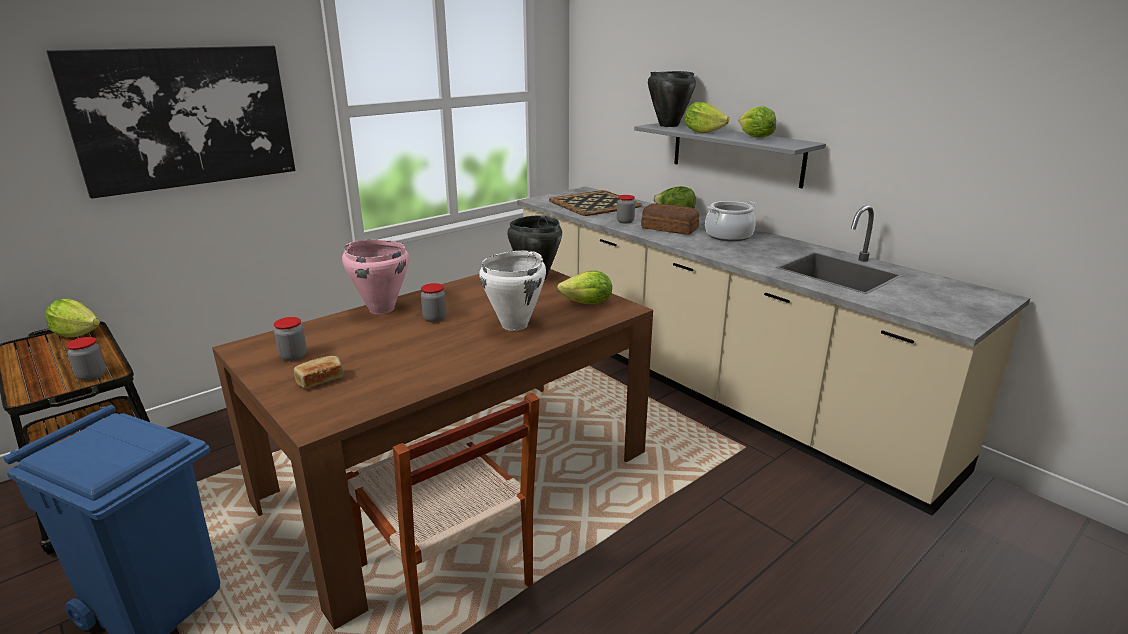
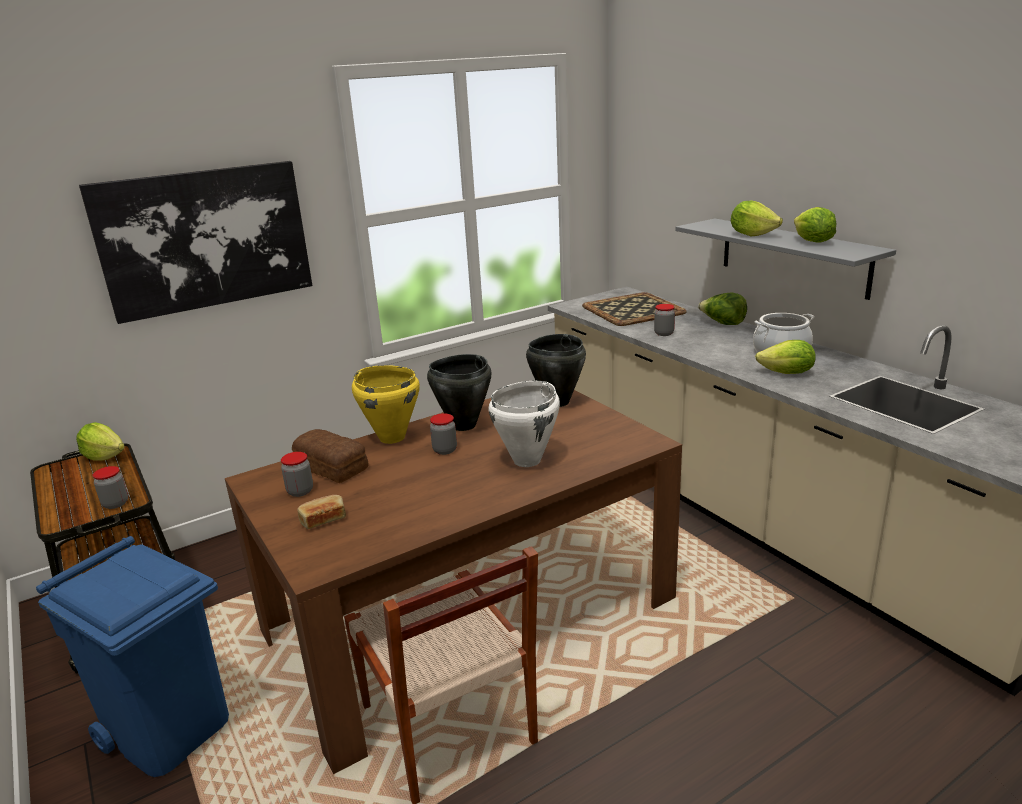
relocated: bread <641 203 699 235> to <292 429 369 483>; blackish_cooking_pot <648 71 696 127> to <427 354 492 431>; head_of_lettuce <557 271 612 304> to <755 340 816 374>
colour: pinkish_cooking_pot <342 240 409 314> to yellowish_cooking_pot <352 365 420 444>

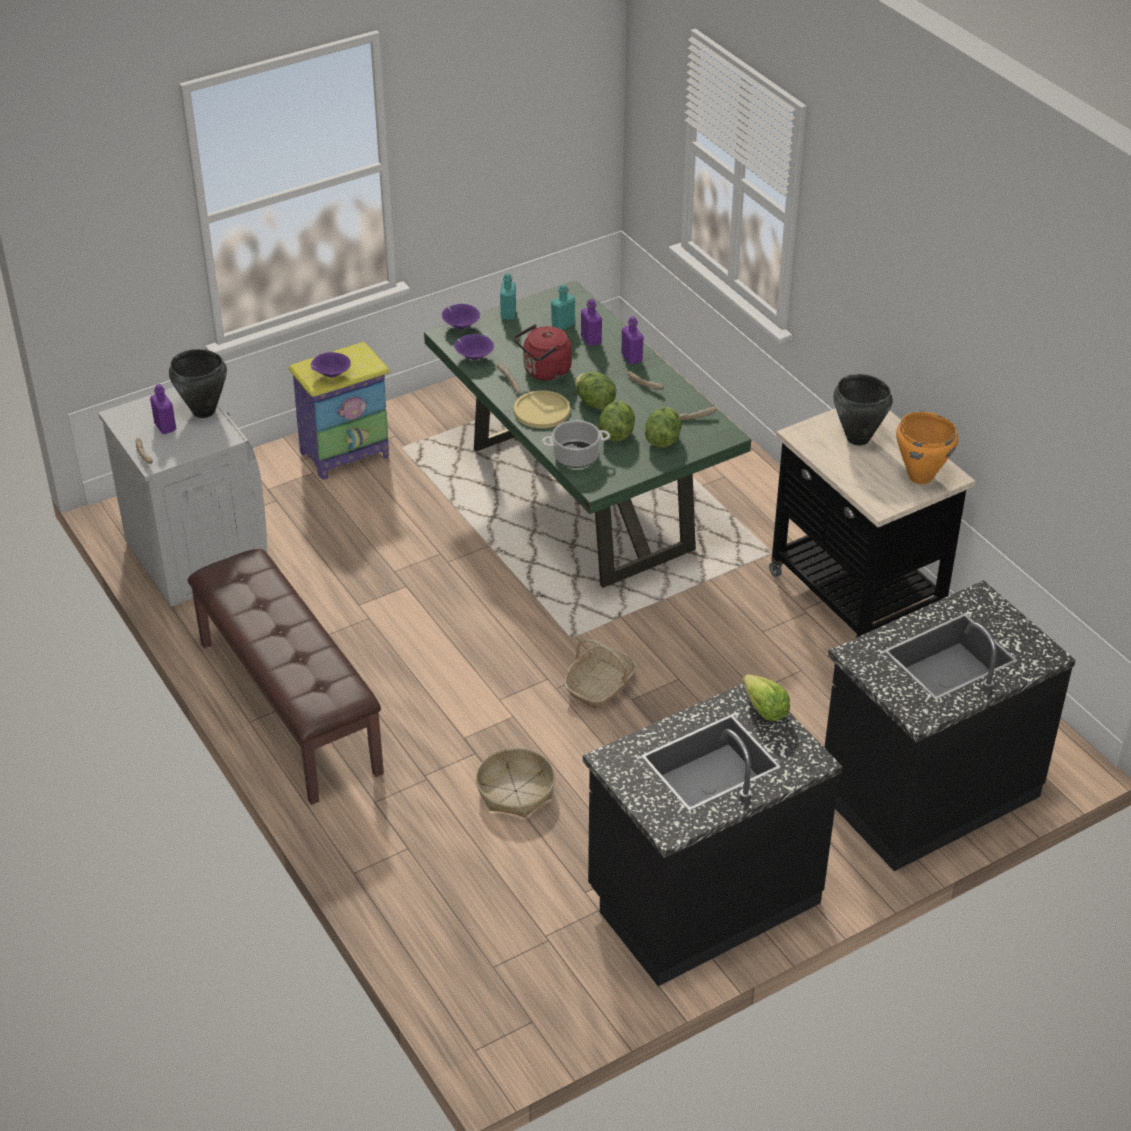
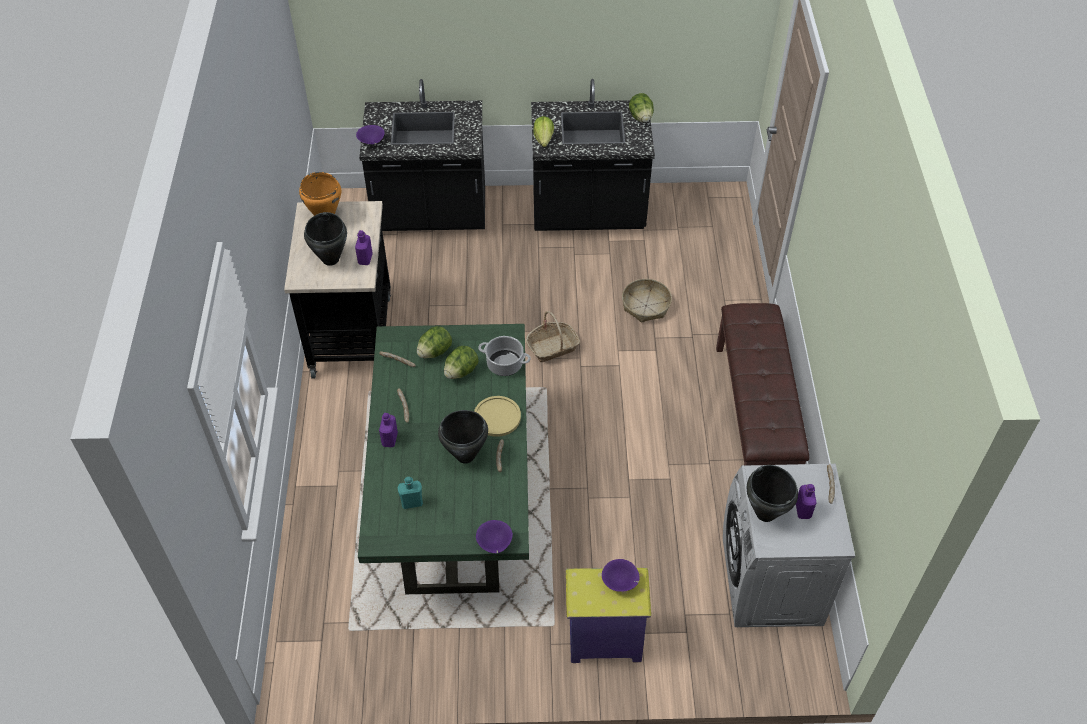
missing: turquoise_drink_bottle <500 273 516 320>
relocated: purplish_drink_bottle <581 299 602 346> to <355 230 373 265>; purplish_bowl <454 334 494 360> to <356 125 385 144>; head_of_lettuce <575 371 616 410> to <629 93 654 123>
exchanged: red_tea_kettle <514 324 572 381> to blackish_cooking_pot <438 410 488 464>

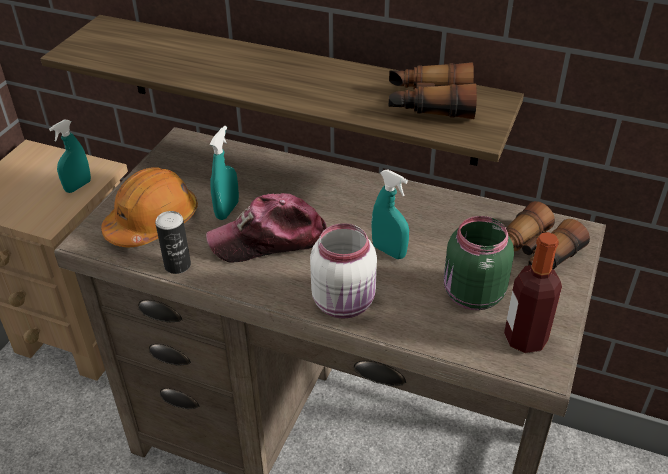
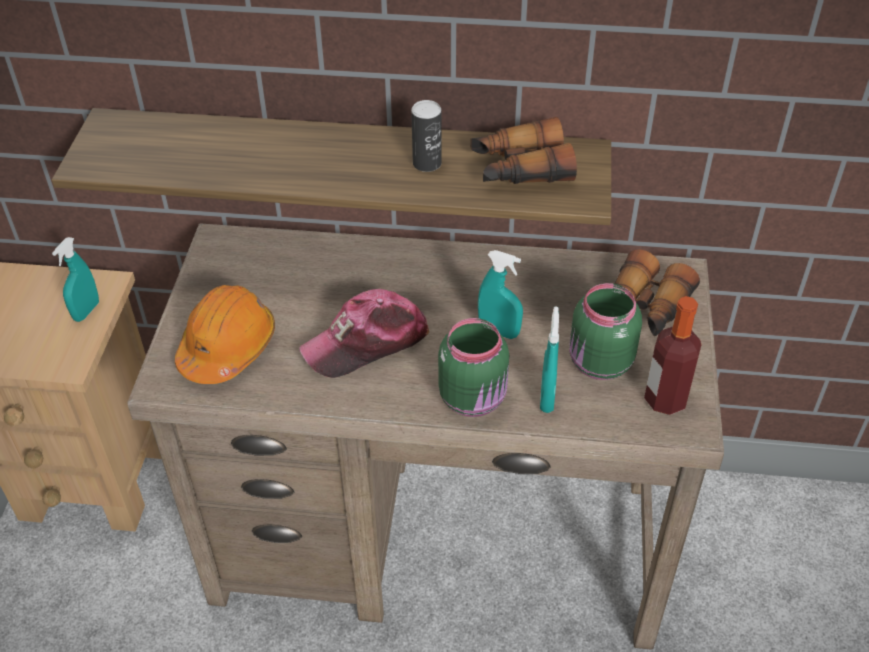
relocated: can <155 211 191 274> to <411 100 442 172>; turquoise_sprayer <210 126 239 220> to <540 307 559 413>
colour: whitish_storage_jar <310 223 377 319> to green-coloured_storage_jar <438 318 509 417>

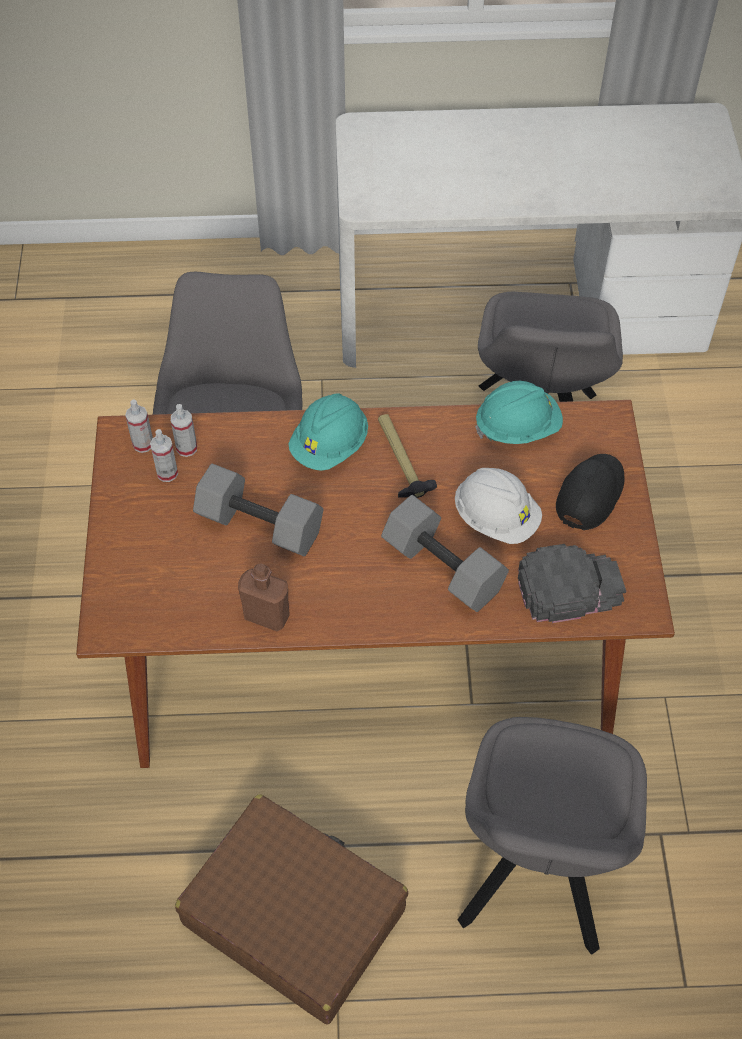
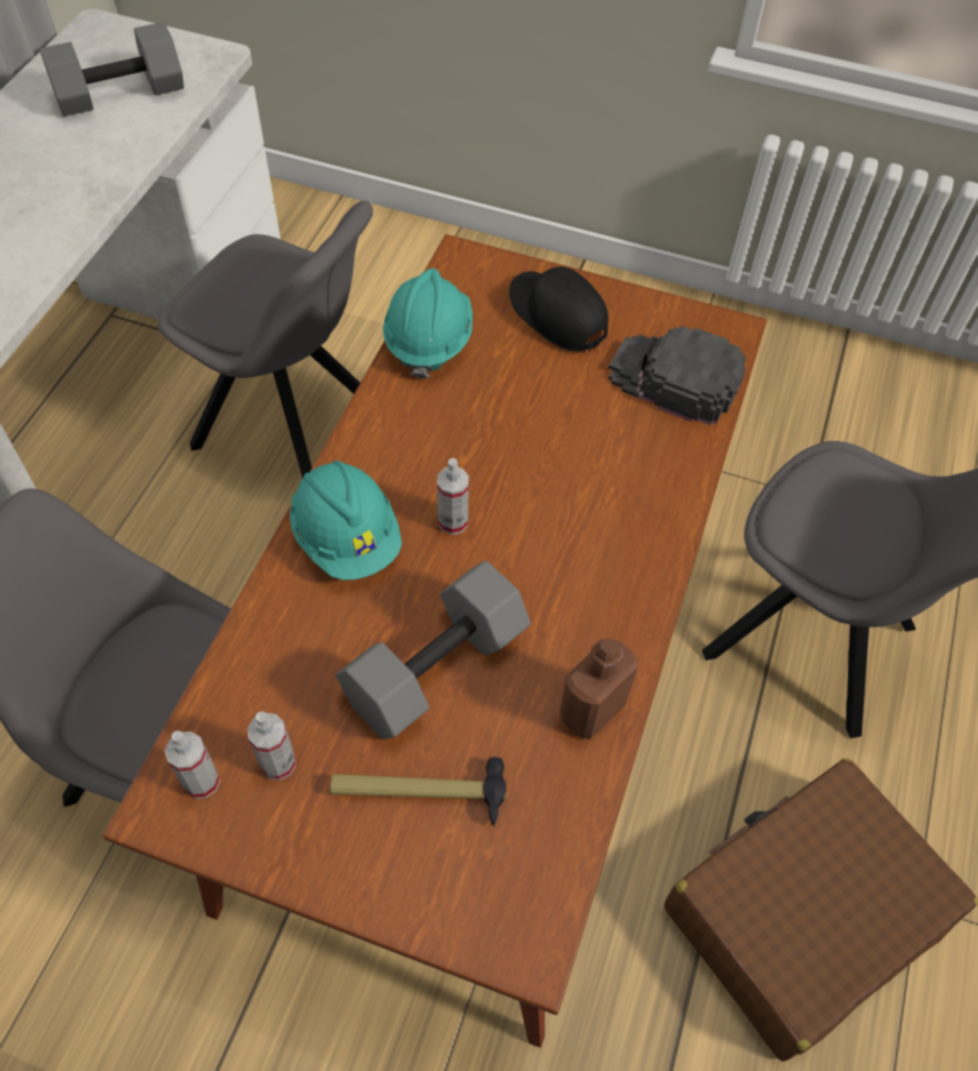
missing: whitish_work_helmet <455 468 542 544>
relocated: greyish_hand_weight <381 495 509 612> to <39 22 184 117>; tool_hammer <378 414 437 498> to <330 757 506 826>; sprayer <171 404 197 457> to <437 458 469 535>
spun: blackish_baseball_cap <518 544 626 623> = <608 326 746 425> 75 degrees counterclockwise

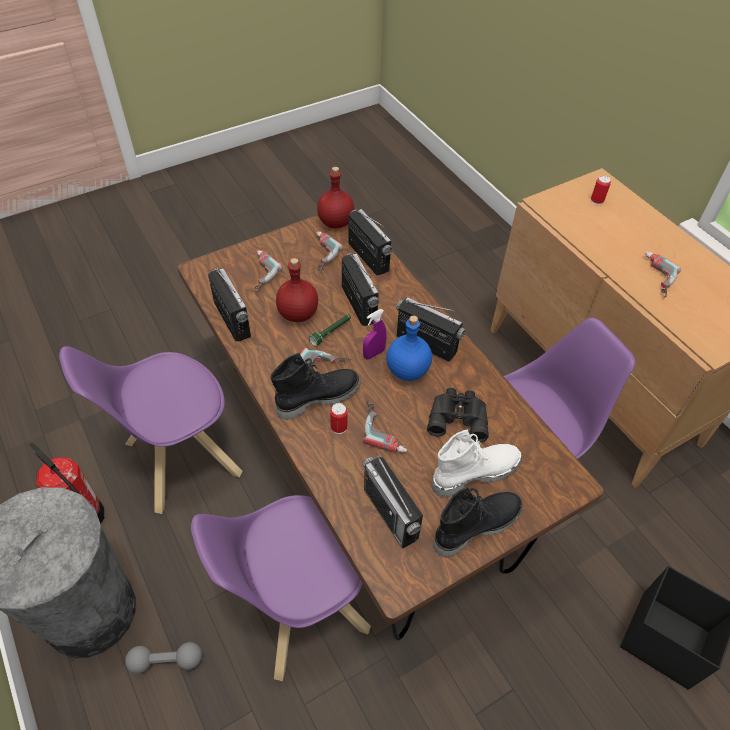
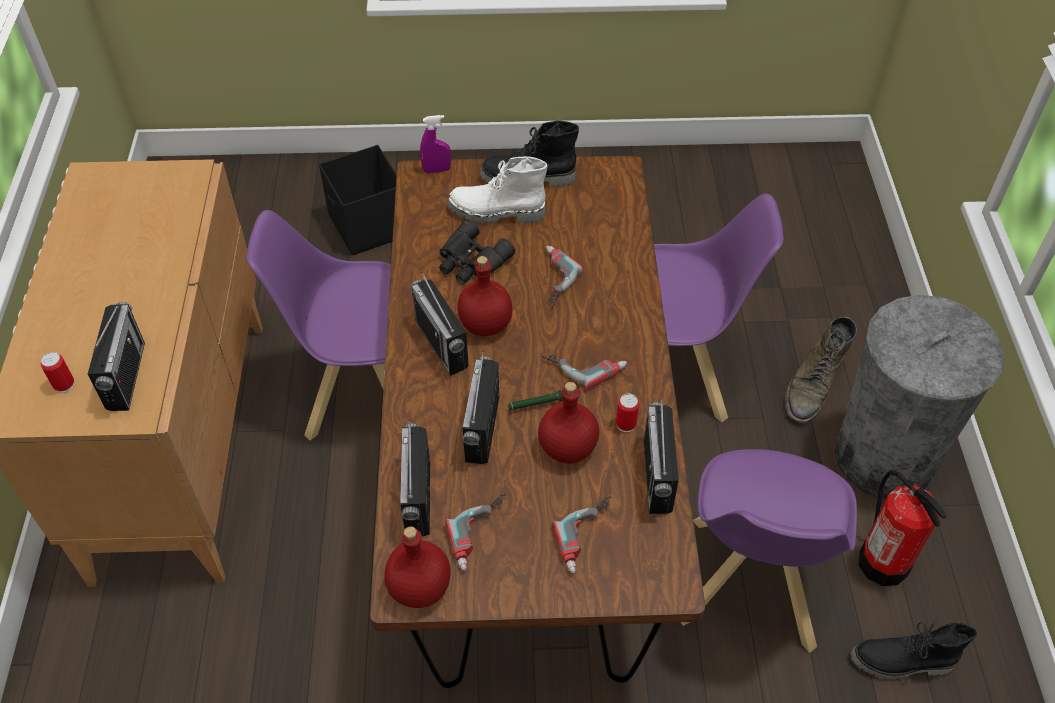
missing: drill <645 252 681 298>
relocated: radio <363 454 423 549> to <88 302 145 411>; purplish_sprayer <363 309 387 359> to <420 115 451 173>; can <330 403 348 434> to <616 393 639 432>; blackish_boot <270 353 361 420> to <851 620 977 680>
exchanged: greyish_hand_weight <125 642 202 674> to green-coloured_boot <785 317 857 423>
colour: blue-coloured_drink_bottle <386 316 432 381> to red_drink_bottle <457 256 513 336>
spun: purplish_upright_chair <59 346 242 514> = <681 449 857 653> 105 degrees clockwise

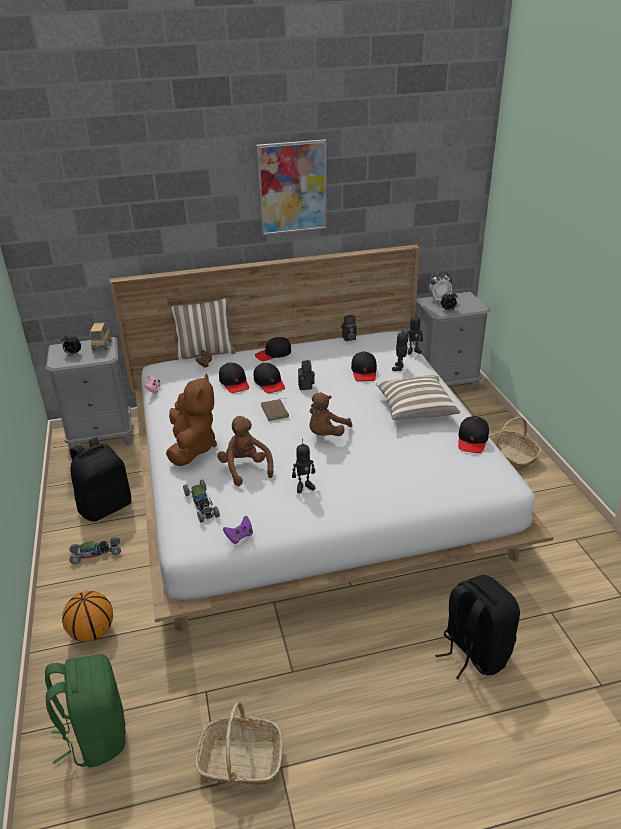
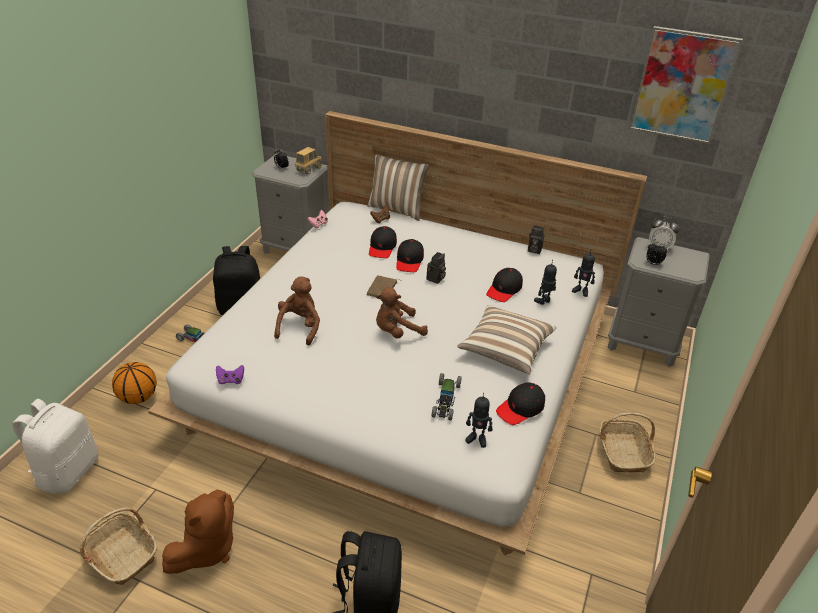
missing: blackish_baseball_cap <255 337 291 361>
relocated: brown-coloured_cuddly_toy <166 374 217 466> to <162 490 234 574>; miniature_car <183 480 220 523> to <432 373 462 420>; toy_robot <292 439 315 493> to <466 393 493 448>; picture <256 139 327 235> to <629 26 743 144>
colour: green-coloured_backpack <45 654 126 767> to whitish_backpack <12 399 98 494>

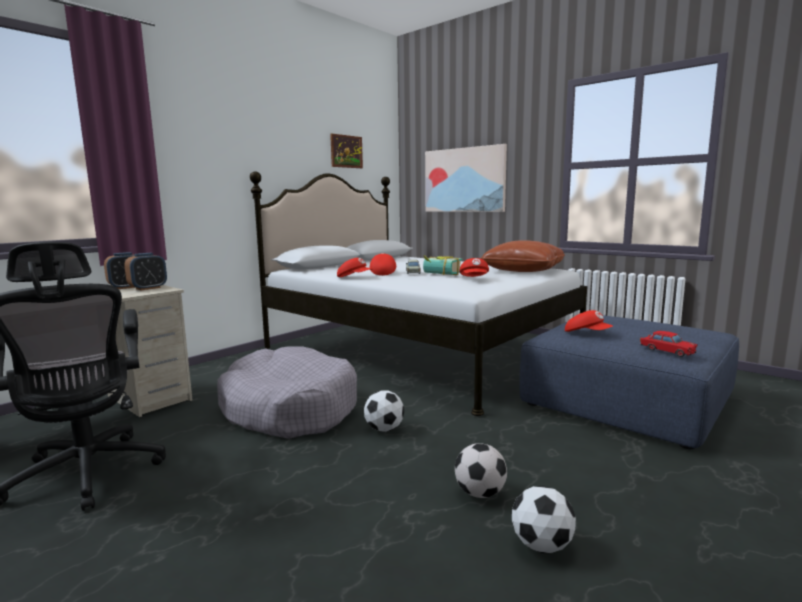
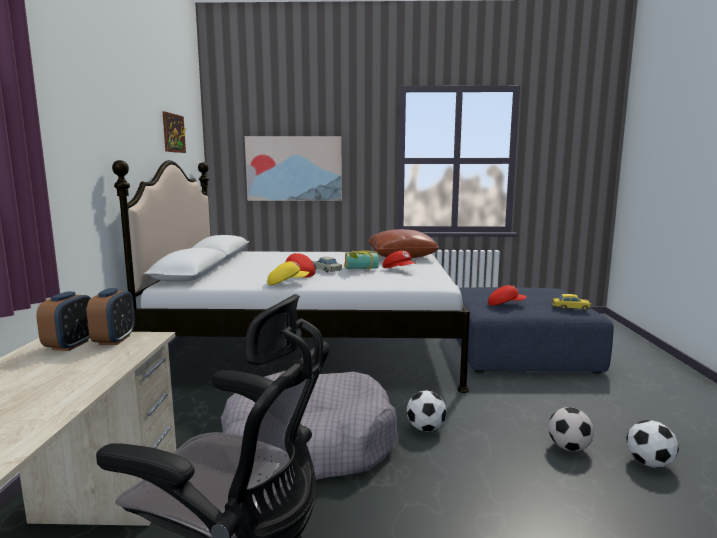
colour: red_baseball_cap <337 258 372 277> to yellowish_baseball_cap <267 261 309 285>; red_miniature_car <640 331 698 357> to yellowish_miniature_car <552 294 591 311>

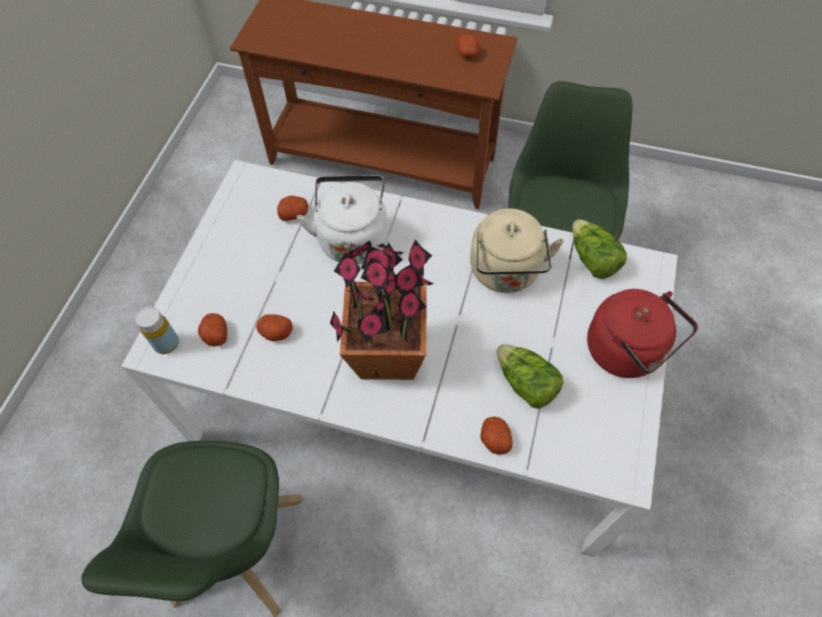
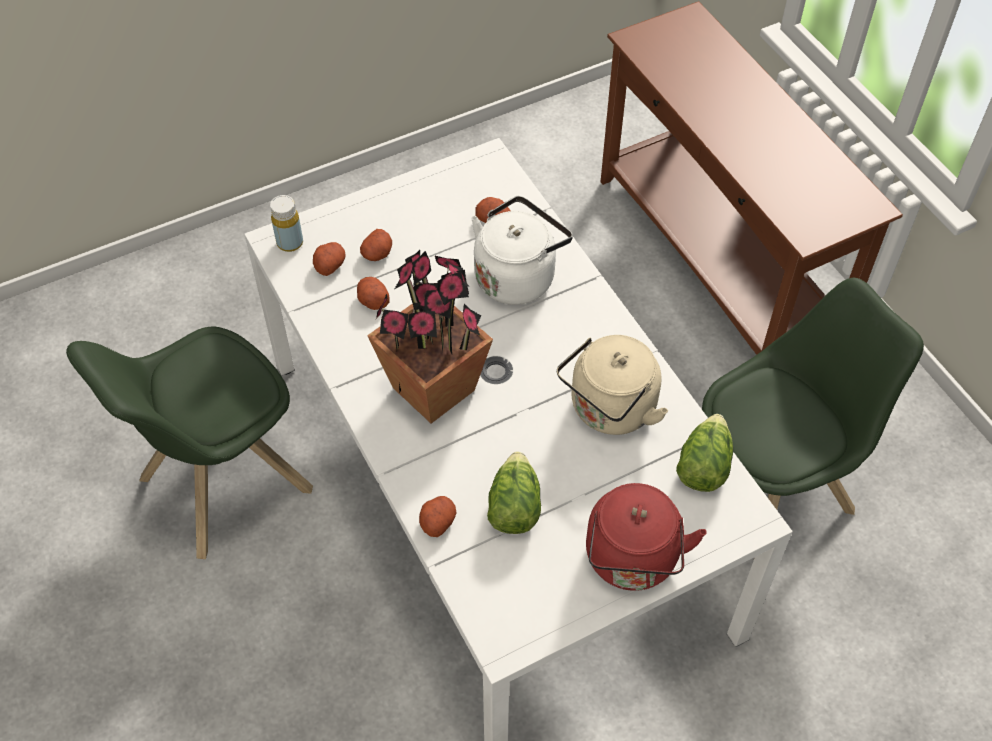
relocated: whole_potato <457 34 479 59> to <360 229 392 261>

